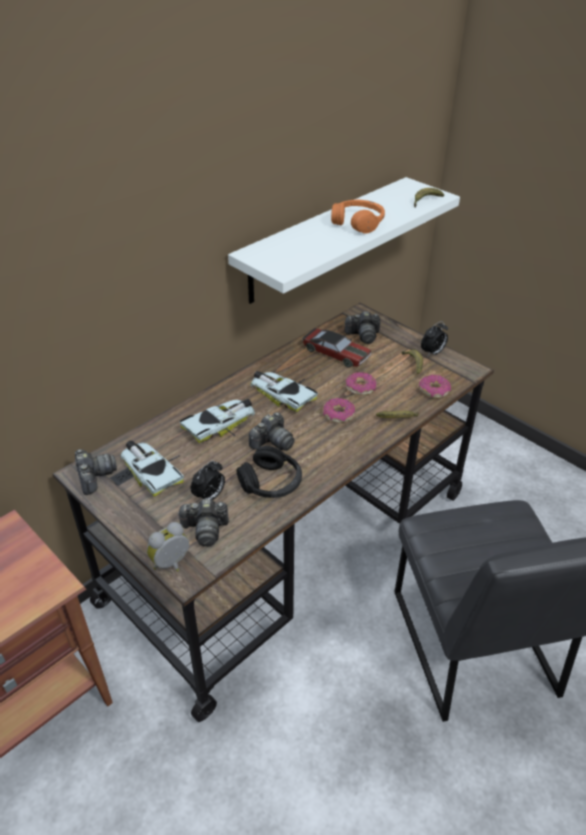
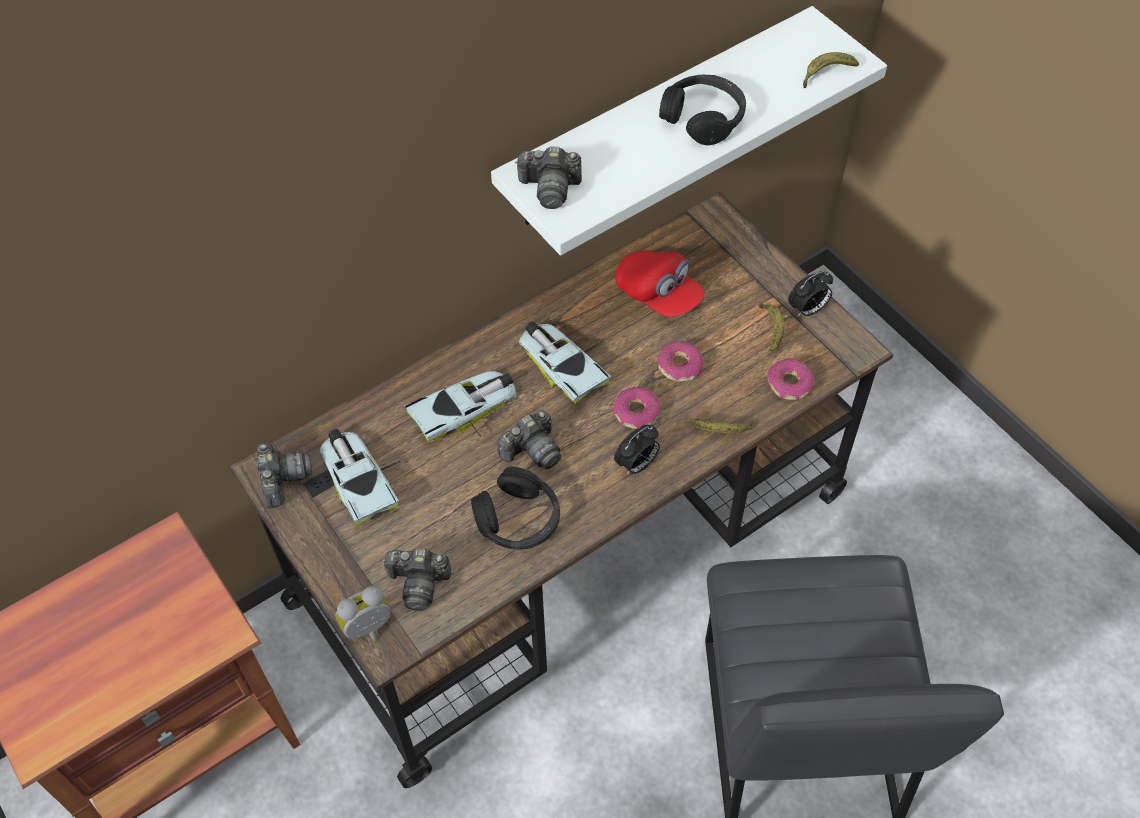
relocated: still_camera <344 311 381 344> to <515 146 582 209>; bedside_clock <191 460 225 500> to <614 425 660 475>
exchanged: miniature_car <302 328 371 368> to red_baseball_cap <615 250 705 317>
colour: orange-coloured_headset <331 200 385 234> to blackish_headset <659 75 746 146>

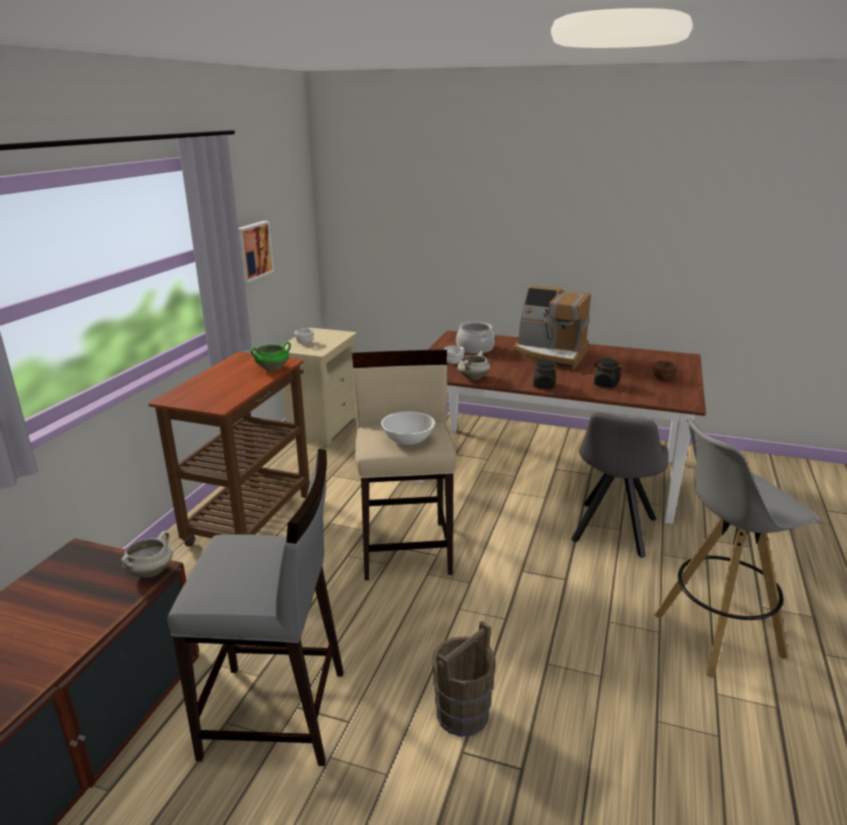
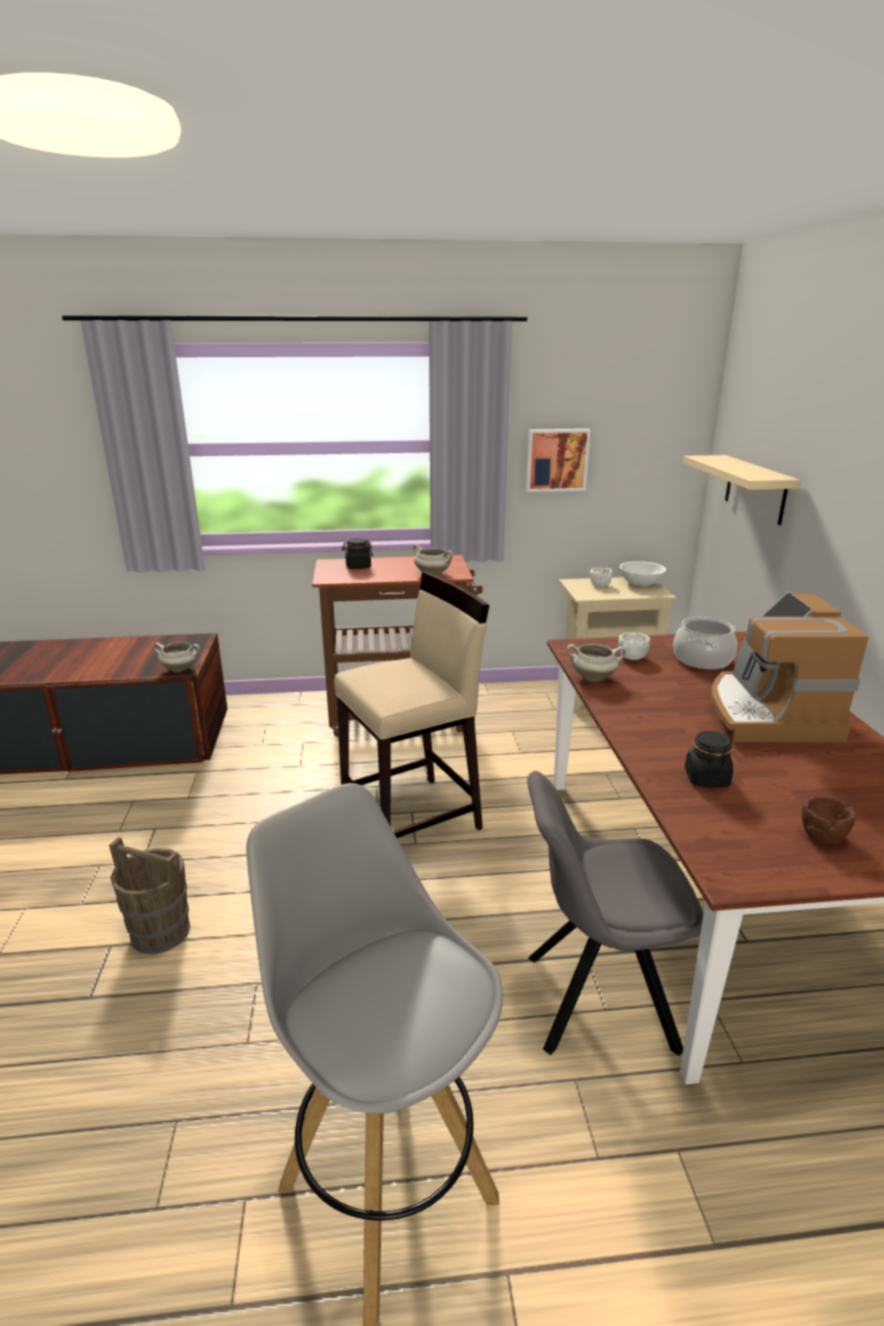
missing: greyish_stool <167 449 344 766>
appeared: beige-coloured_wall_shelf <683 455 800 525>
relocated: blackish_storage_jar <533 359 556 389> to <342 538 373 569>; whitish_bowl <381 411 435 445> to <620 561 666 586>
colour: green-coloured_cooking_pot <250 342 291 371> to whitish_cooking_pot <412 544 453 575>

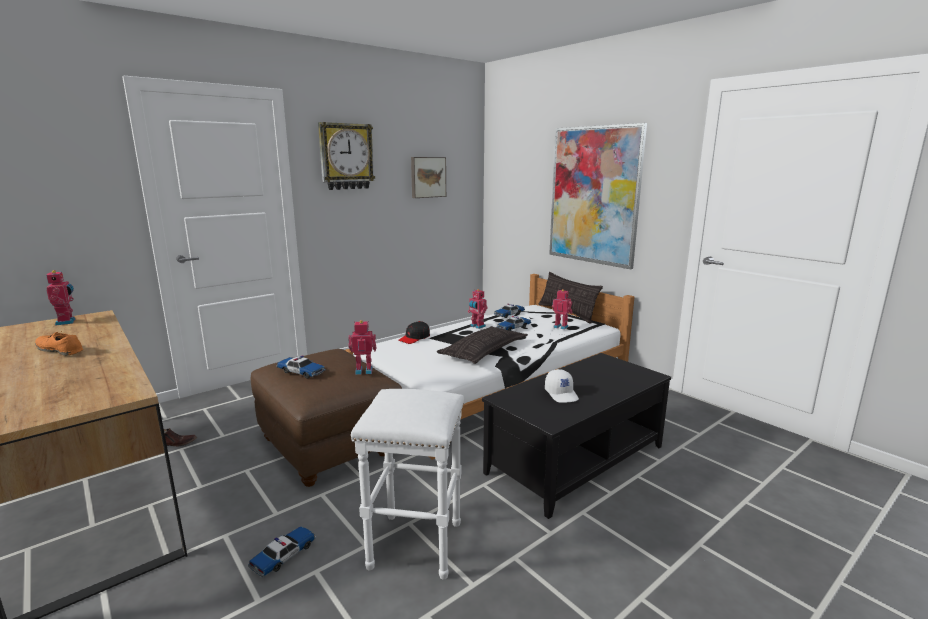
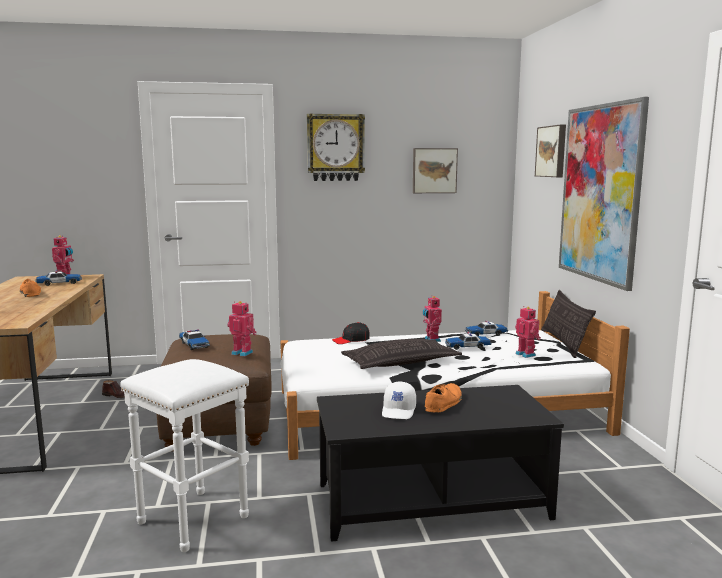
appeared: orange-coloured_low_shoe <425 383 462 412>; picture <535 125 566 177>
relocated: miniature_car <248 526 316 577> to <35 270 82 286>

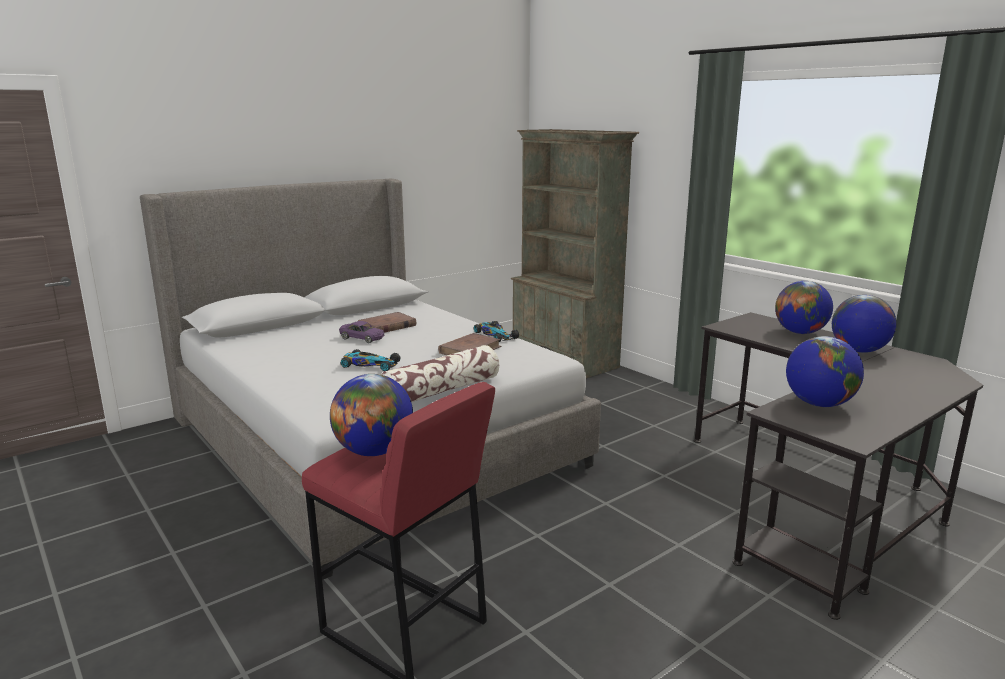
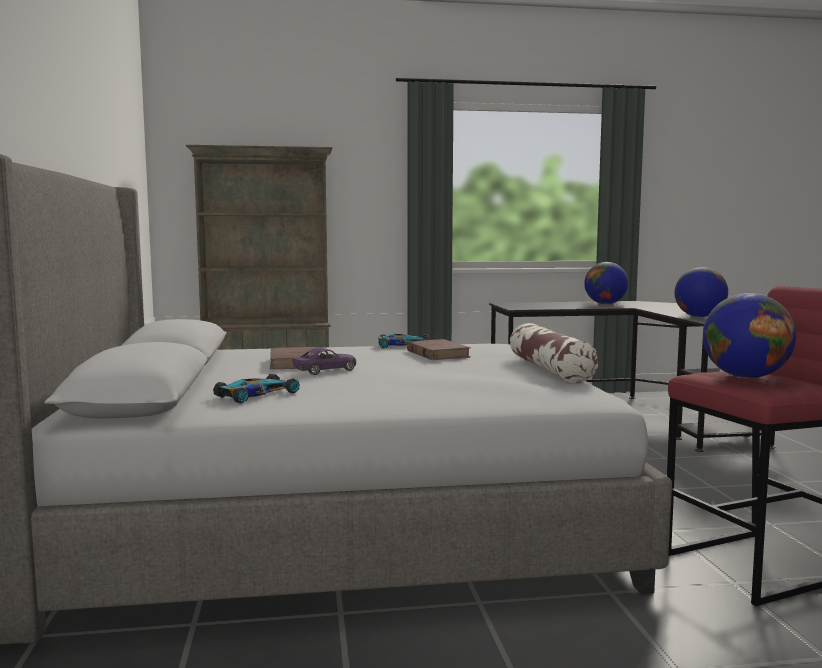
missing: globe <775 281 833 334>
relocated: miniature_car <340 349 401 371> to <213 374 300 404>

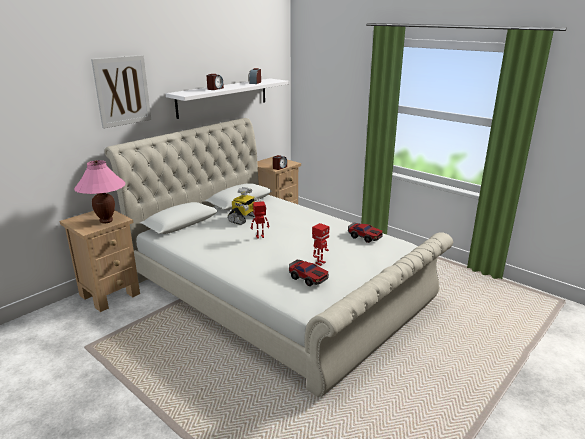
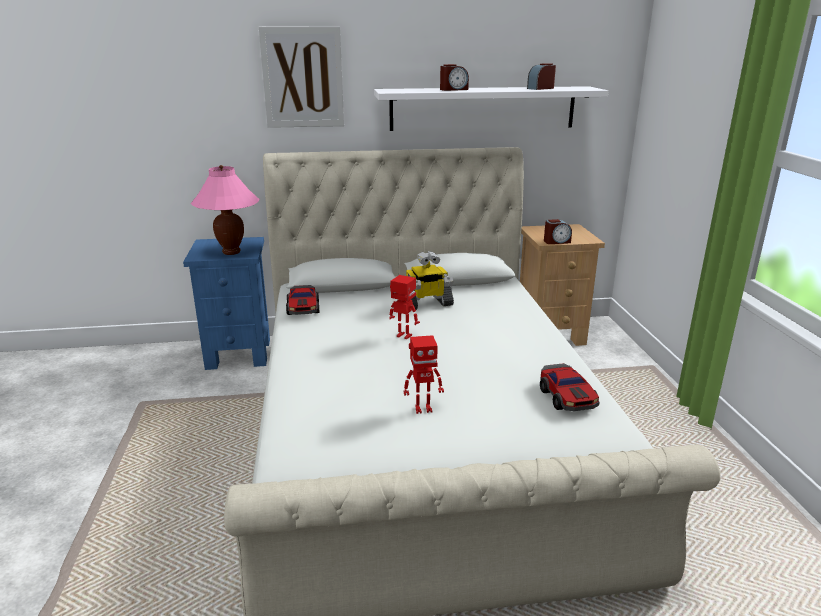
relocated: miniature_car <289 260 329 286> to <286 285 319 315>
colour: beige-coloured_bedside_table <60 210 140 312> to blue-coloured_bedside_table <183 237 270 370>

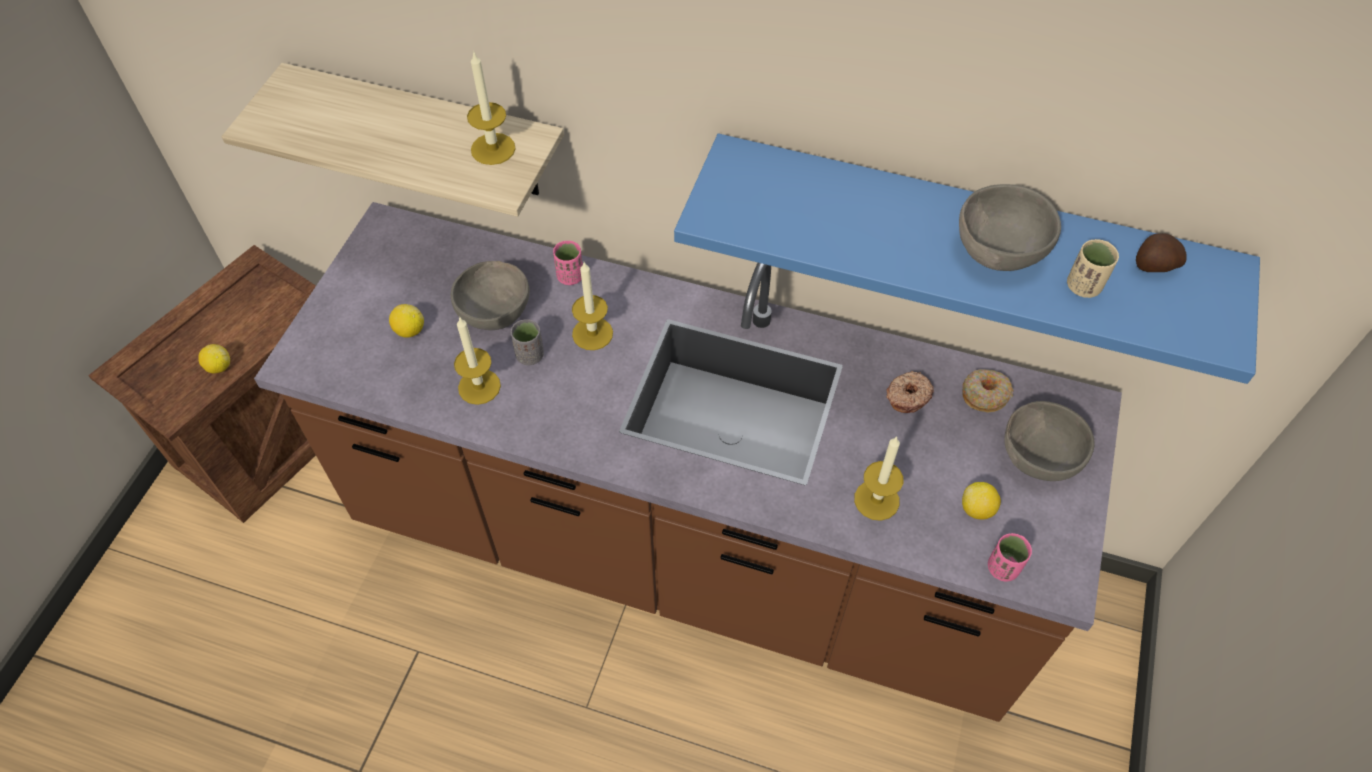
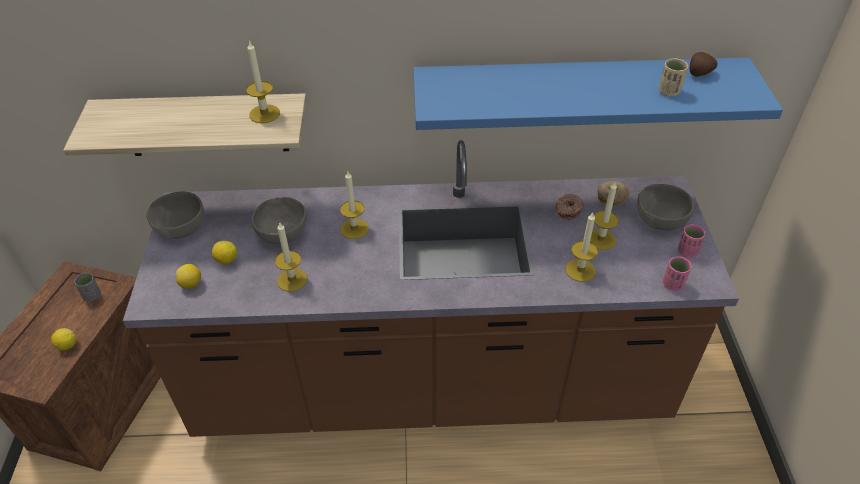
appeared: candle <590 182 619 250>
relocated: greyish_small_cup <511 320 544 365> to <74 273 101 302>; greyish_bowl <959 184 1061 271> to <146 191 204 239>; lemon <962 482 1001 519> to <176 264 201 289>; pinkish_small_cup <553 241 583 285> to <678 224 705 258>

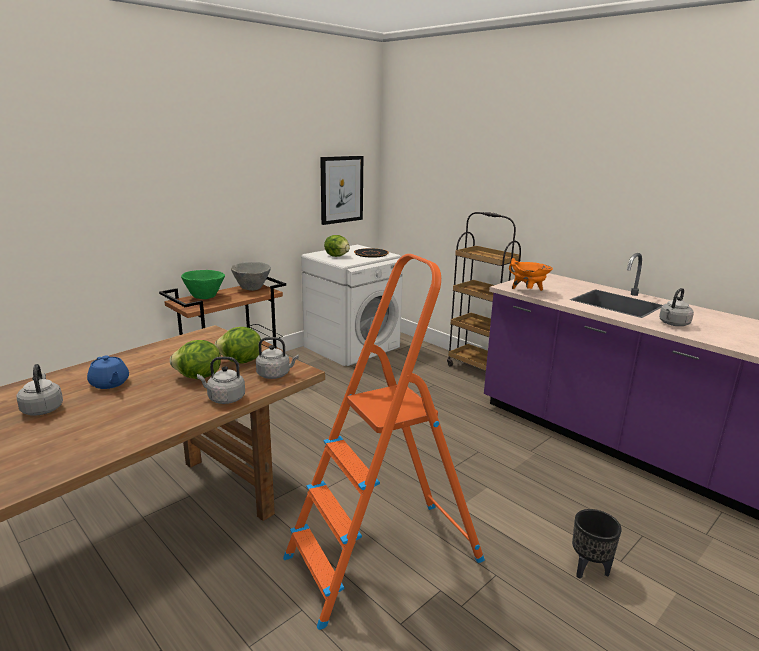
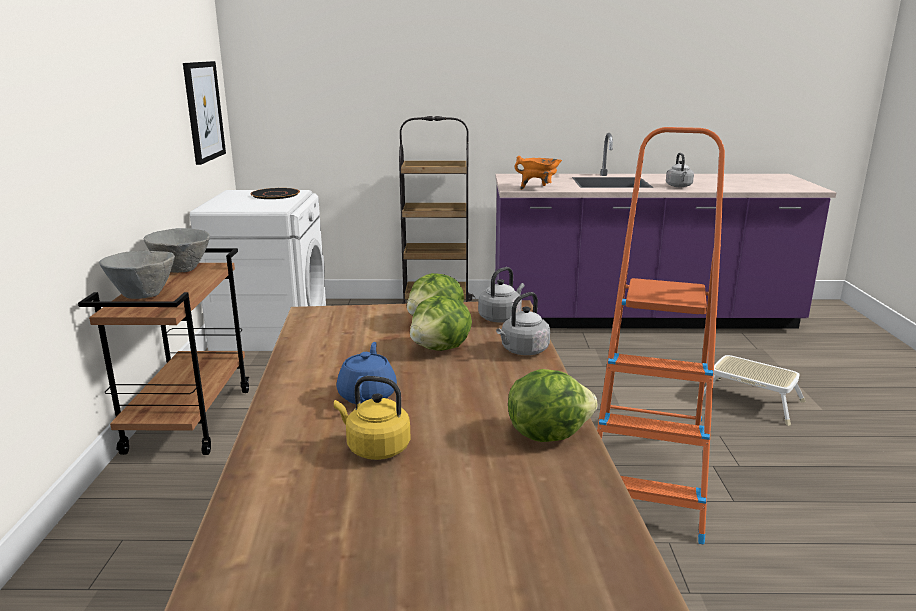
relocated: head_of_lettuce <324 235 350 257> to <508 369 598 442>
exchanged: blackish_flower_pot <572 509 622 579> to beige-coloured_step_stool <697 355 806 426>
colour: green-coloured_bowl <181 270 225 299> to greyish_bowl <99 251 175 299>; greyish_tea_kettle <16 364 63 416> to yellowish_tea_kettle <334 376 411 460>
spun: blue-coloured_teapot <87 355 129 389> = <336 342 397 404> 90 degrees counterclockwise

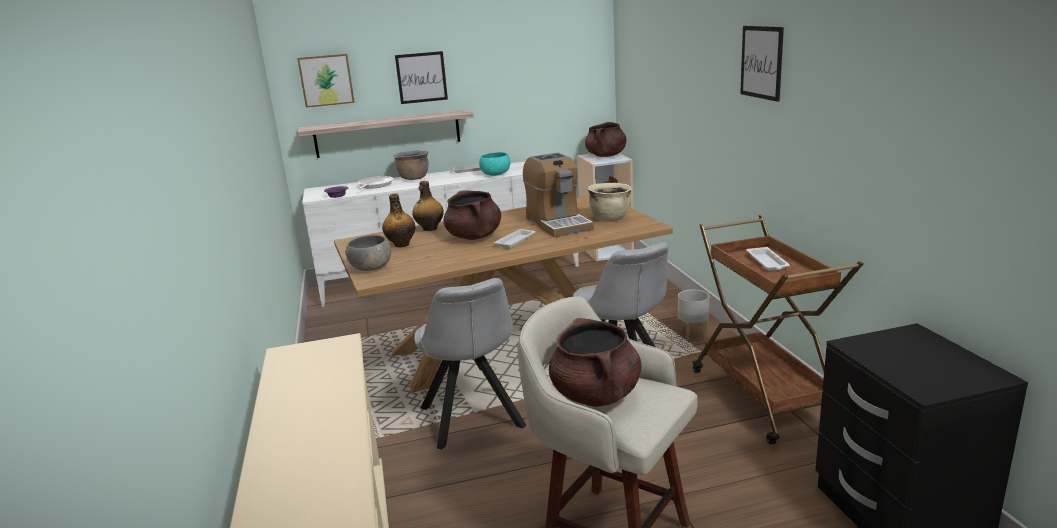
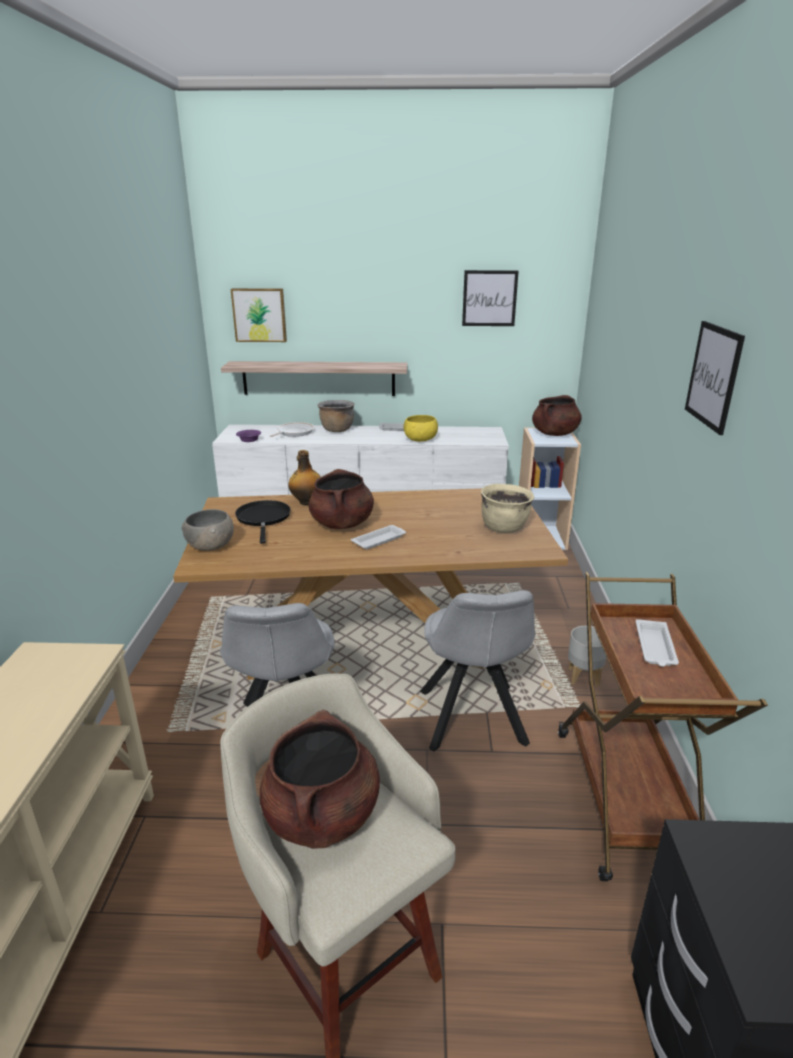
missing: coffee_brewer <523 153 594 238>
relocated: picture <395 51 448 104> to <462 270 519 326>
exchanged: drink_bottle <382 193 415 247> to blackish_pan <235 500 291 544>
colour: turquoise_bowl <479 152 510 176> to yellowish_bowl <404 415 438 442>

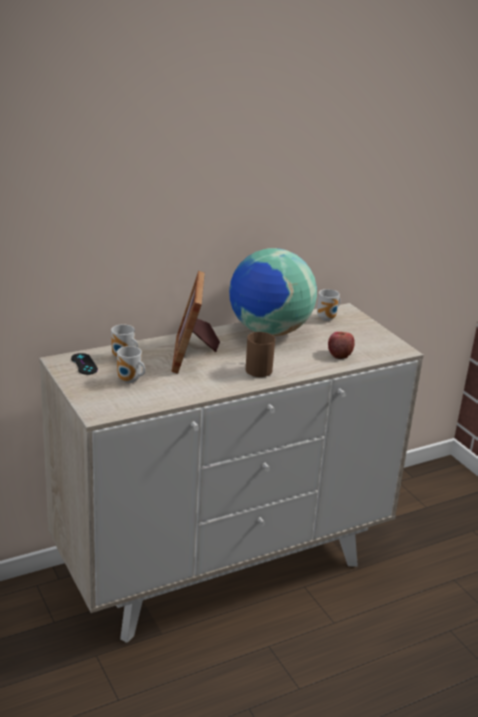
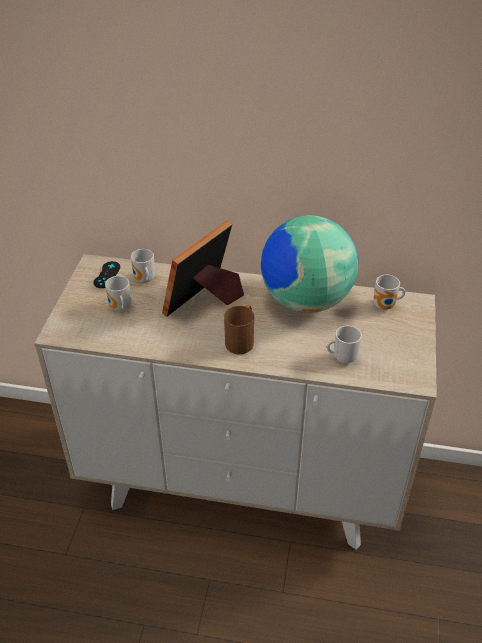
exchanged: apple <328 332 355 359> to tea_mug <327 326 362 363>

